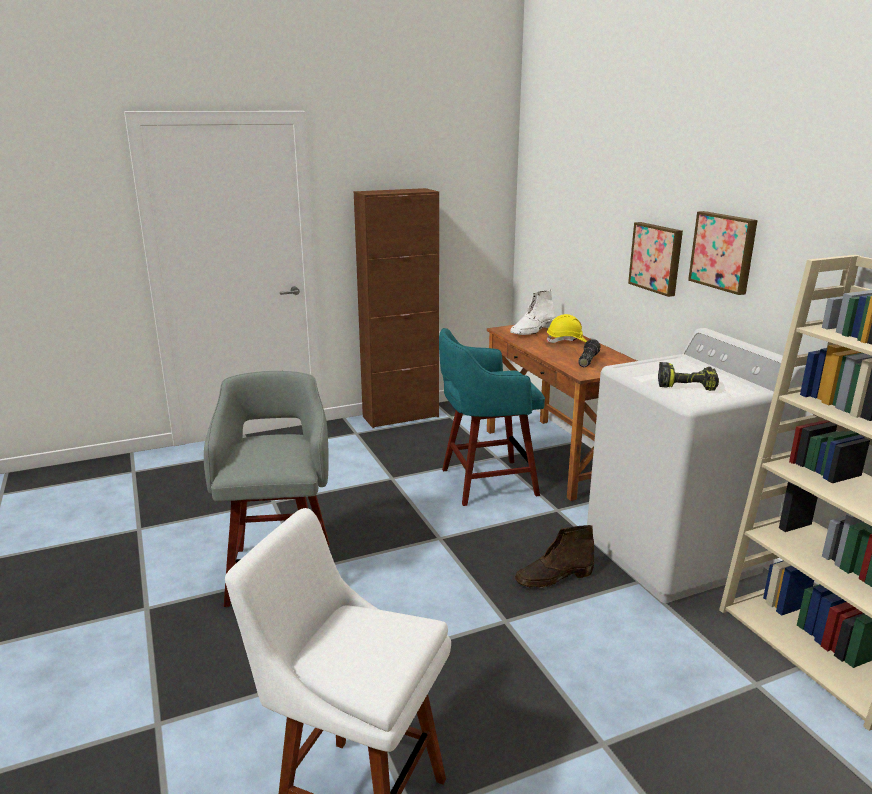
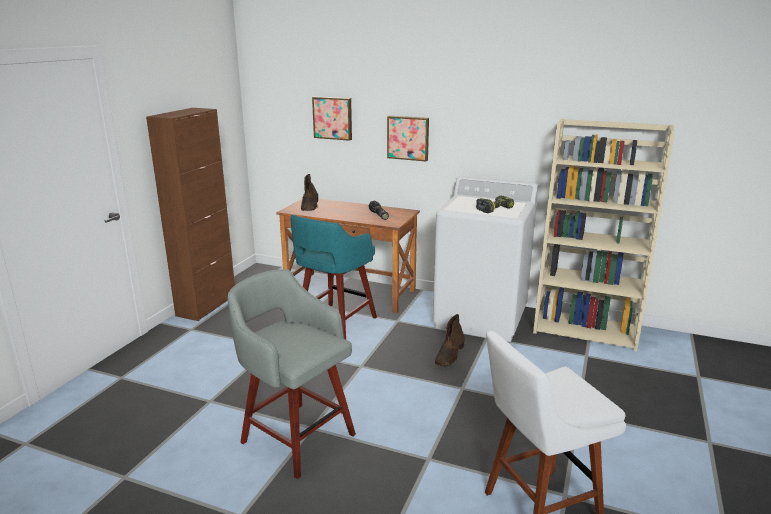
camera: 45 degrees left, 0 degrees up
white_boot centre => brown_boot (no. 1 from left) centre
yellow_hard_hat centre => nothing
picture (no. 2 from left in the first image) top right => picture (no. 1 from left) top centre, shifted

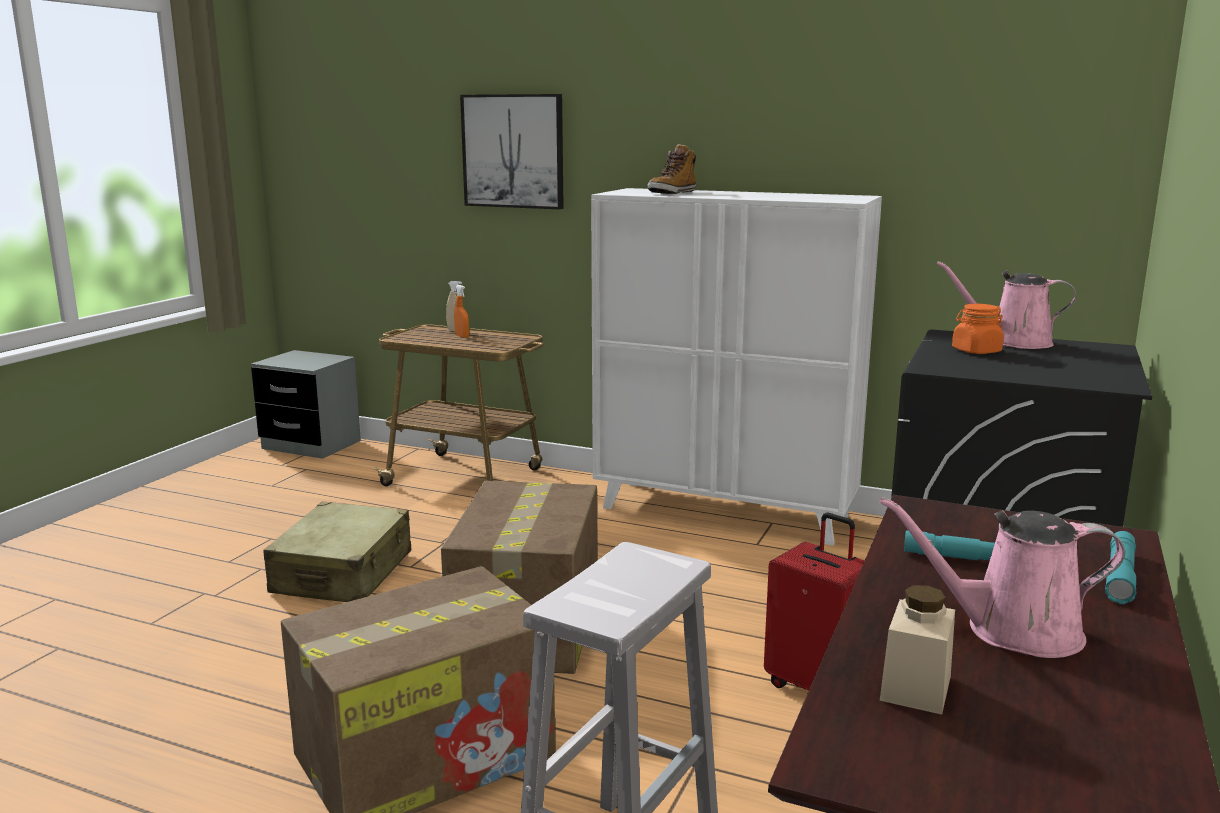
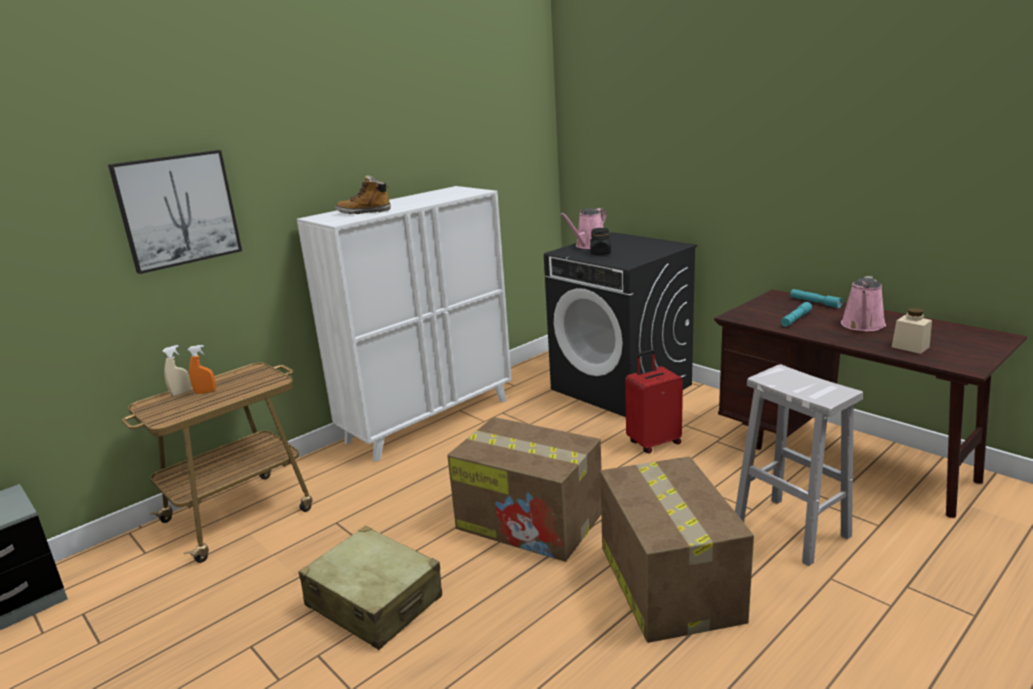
camera: 65 degrees left, 5 degrees up
boot top centre, 120 degrees clockwise
orange_jar middle right => black_jar centre

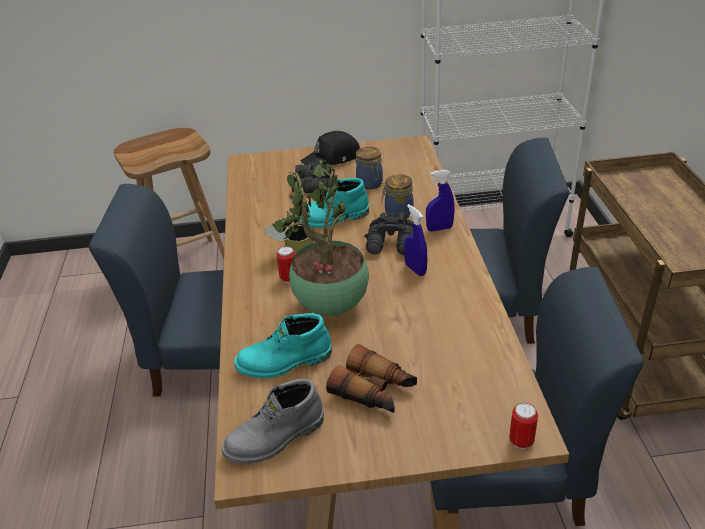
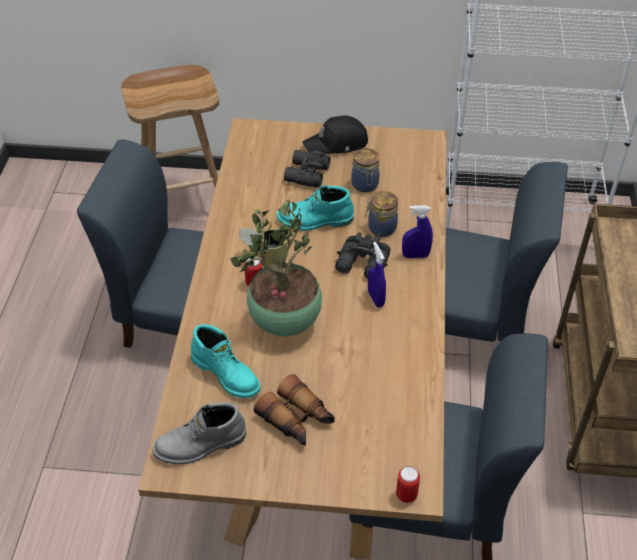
camera: 10 degrees right, 10 degrees up
turquoise_boot (no. 1 from left) centre, 135 degrees counterclockwise

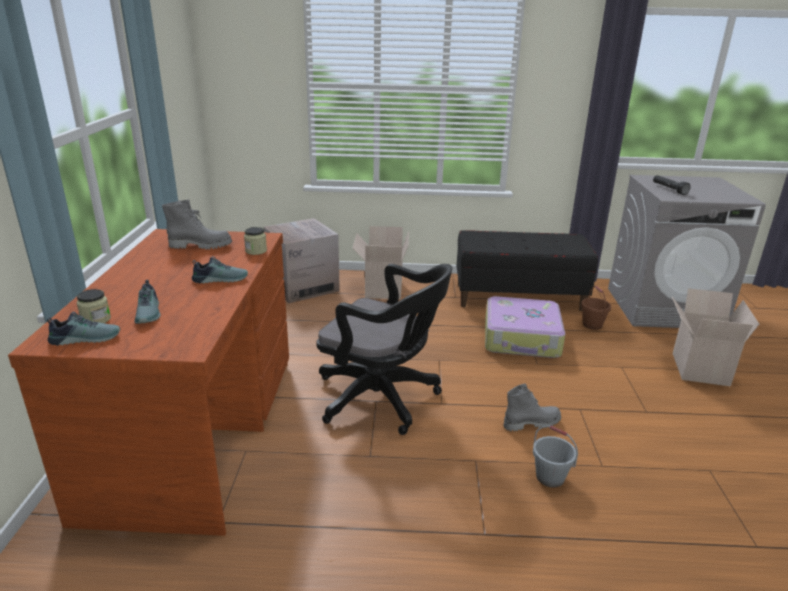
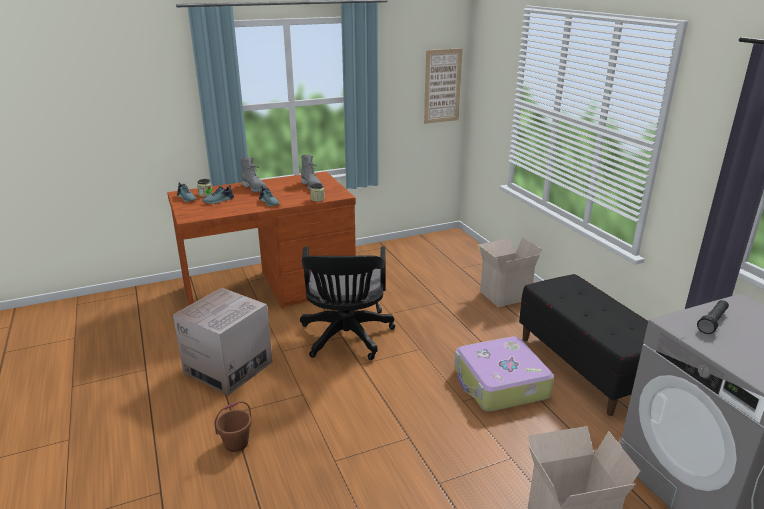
camera: 65 degrees right, 0 degrees up
cardboard_box (no. 1 from left) centre => cardboard_box (no. 1 from left) bottom left, shifted
grey_boot (no. 2 from left in the first image) bottom right => grey_boot (no. 1 from left) middle left, shifted
grey_bucket bottom right => nothing
brown_bucket middle right => brown_bucket bottom left, shifted
nothing => picture top centre

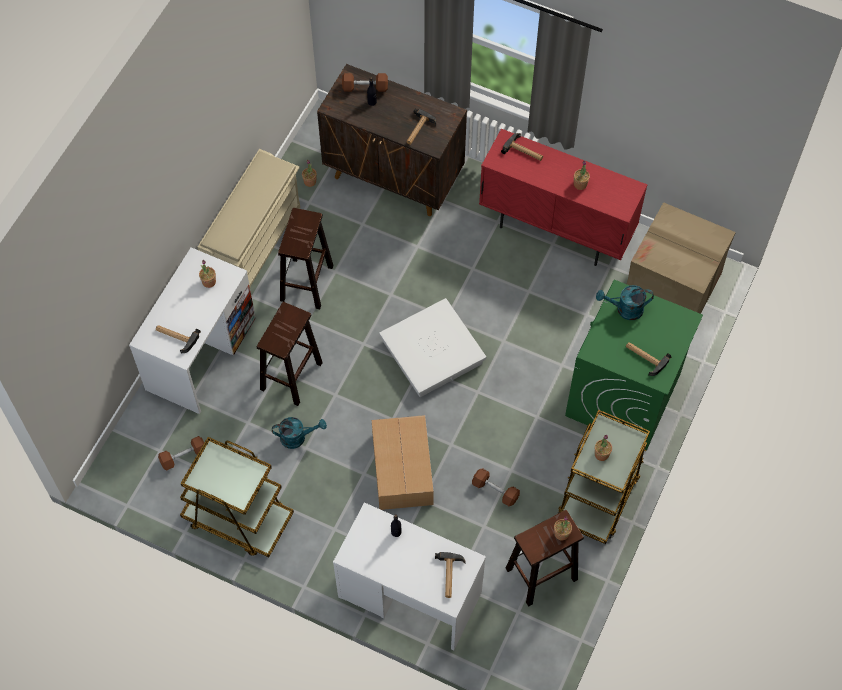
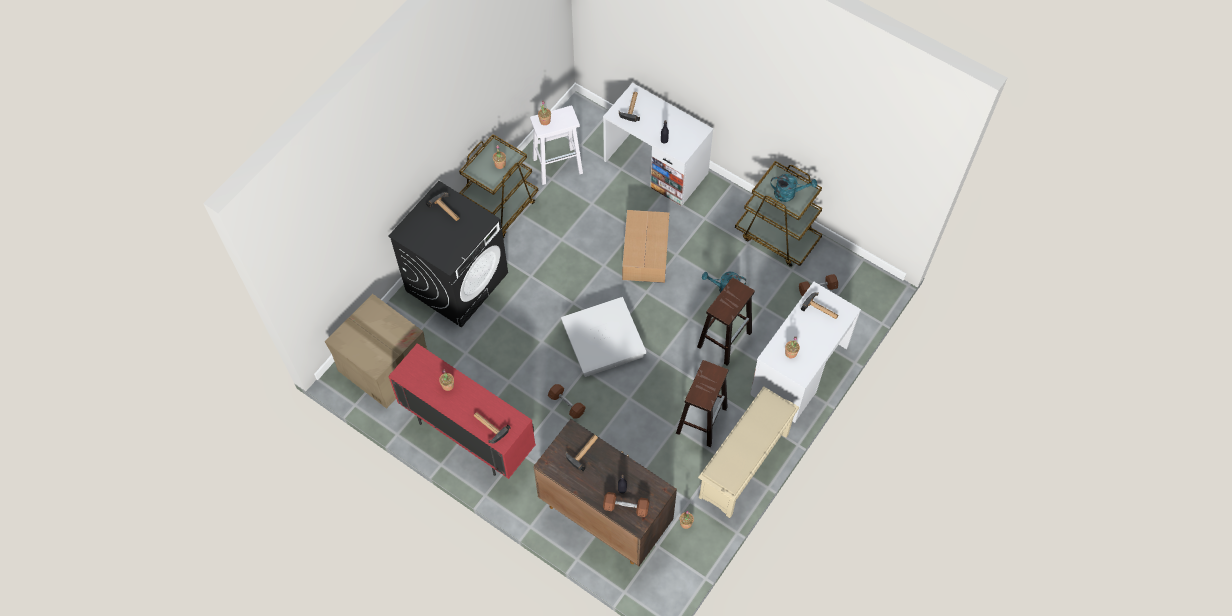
camera: 170 degrees left, 0 degrees up
brown_dumbbell (no. 3 from left in the first image) bottom centre => brown_dumbbell (no. 1 from left) centre, shifted
brown_stool (no. 3 from left) bottom centre => white_stool top centre
green_washing_machine middle right => black_washing_machine centre
turquoise_watering_can (no. 2 from left) middle right => turquoise_watering_can (no. 2 from left) top centre, shifted

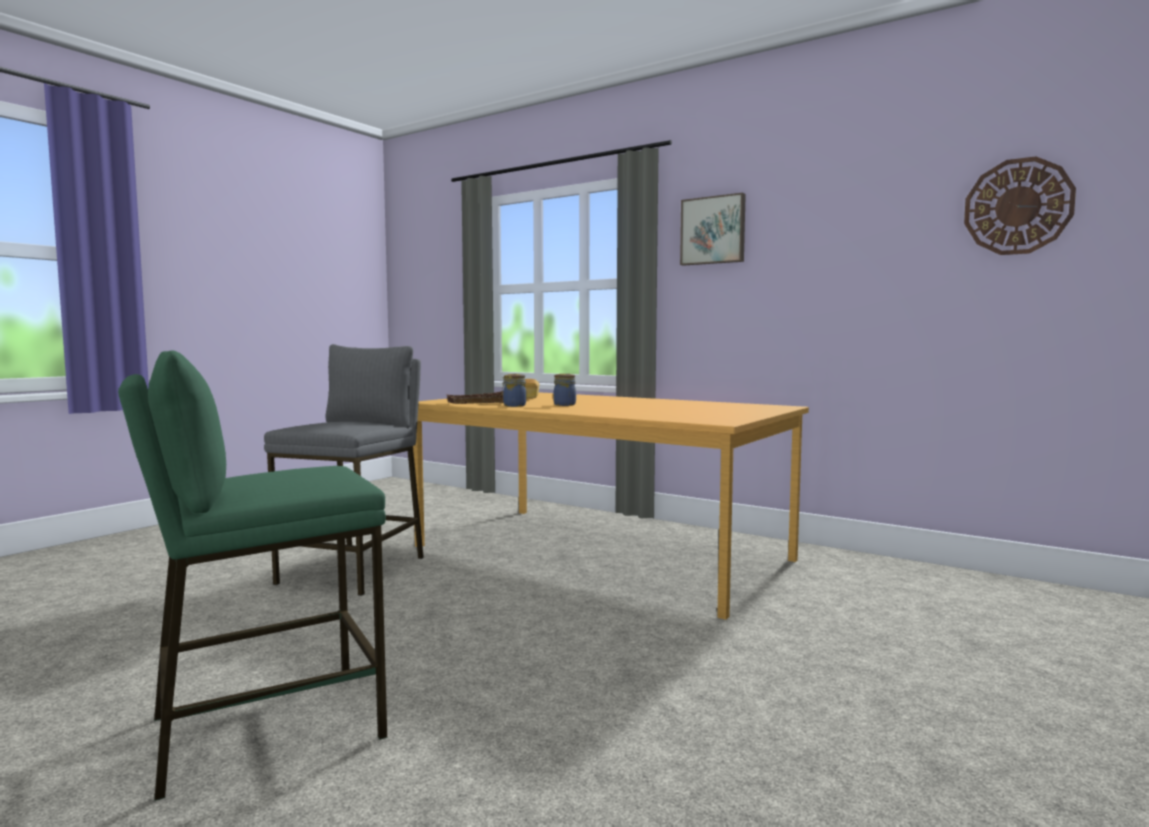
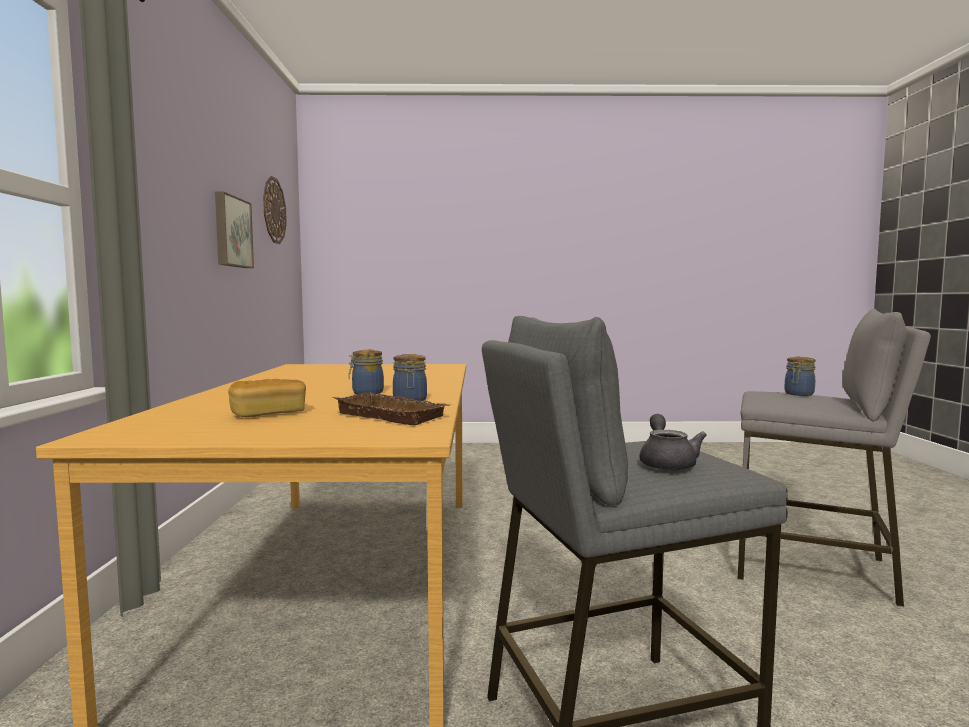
camera: 125 degrees left, 0 degrees up
green_stool bottom left => grey_stool (no. 2 from left) middle right
picture top centre => picture top left, shifted
nothing => grey_teapot middle right
nothing => jar (no. 3 from left) middle right

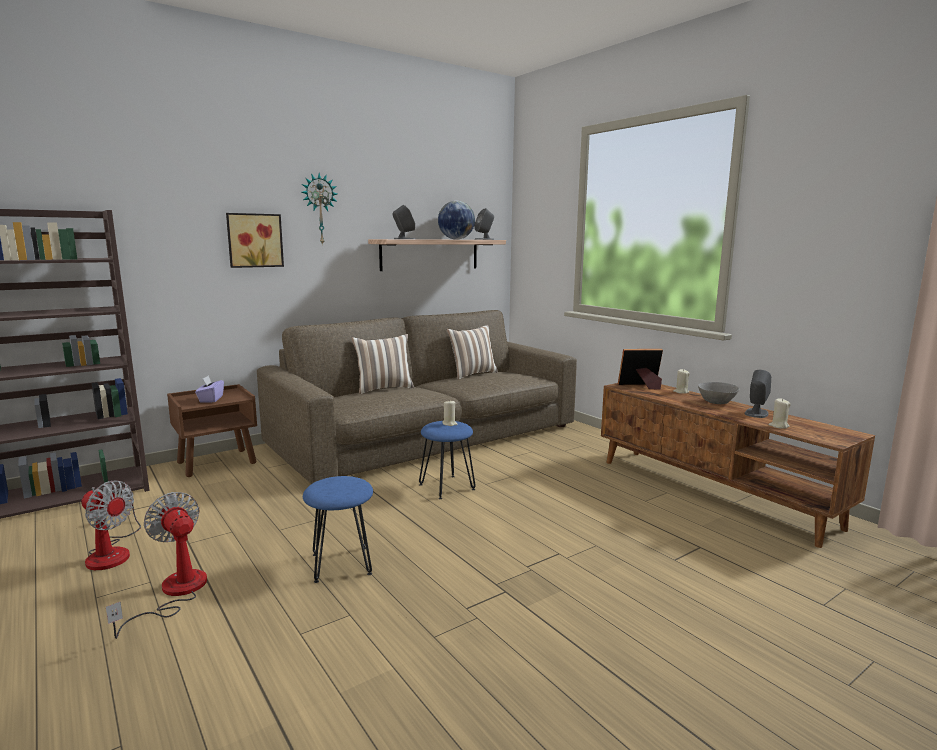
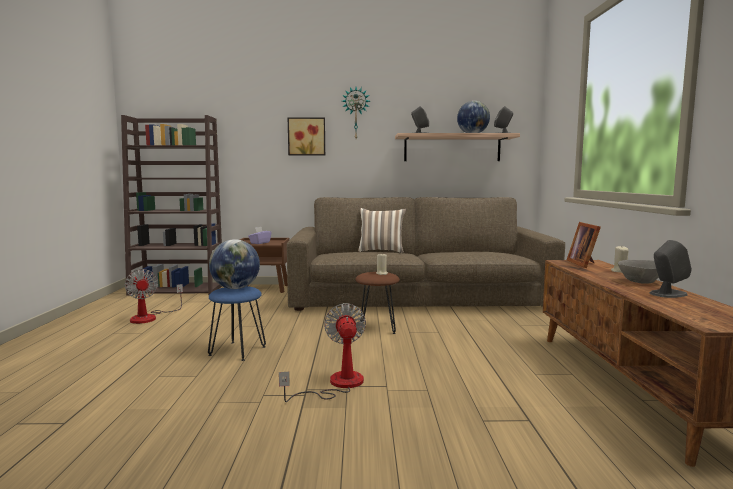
camera: 35 degrees right, 5 degrees down
fan (no. 2 from left) bottom left => fan (no. 2 from left) bottom centre, shifted
blue_stool (no. 2 from left) centre => brown_stool centre
pillow (no. 2 from left) centre => nothing
picture_frame middle right, 120 degrees counterclockwise
beige_candle (no. 3 from left) middle right => nothing
nothing => globe (no. 1 from left) middle left

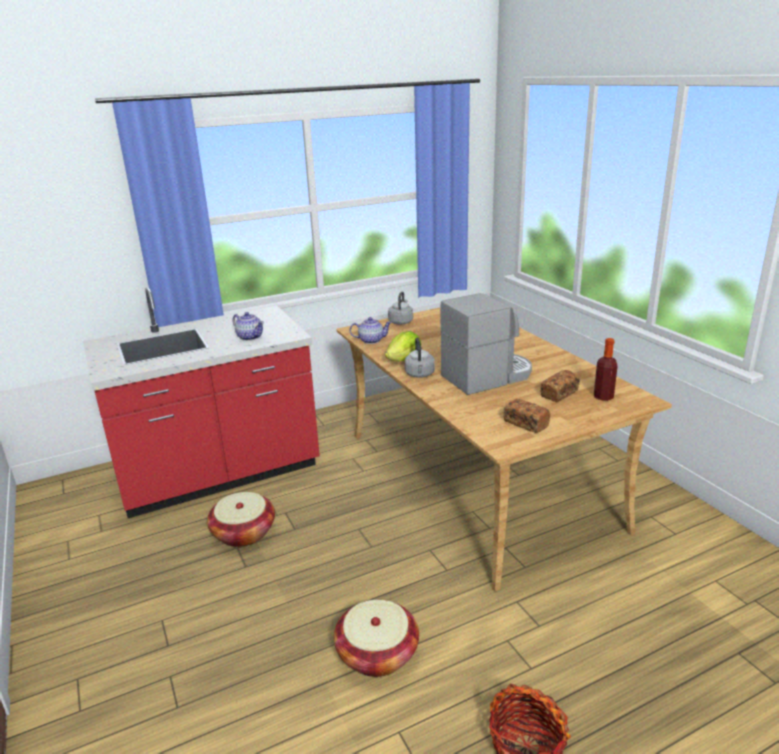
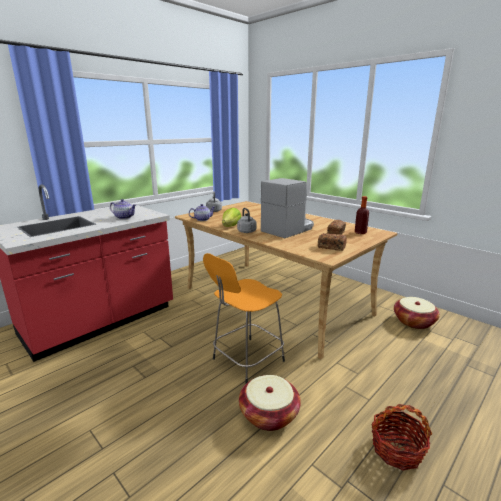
camera: 20 degrees left, 5 degrees down
basket (no. 1 from left in the first image) bottom left => basket (no. 3 from left) middle right, shifted
nothing => orange_stool centre

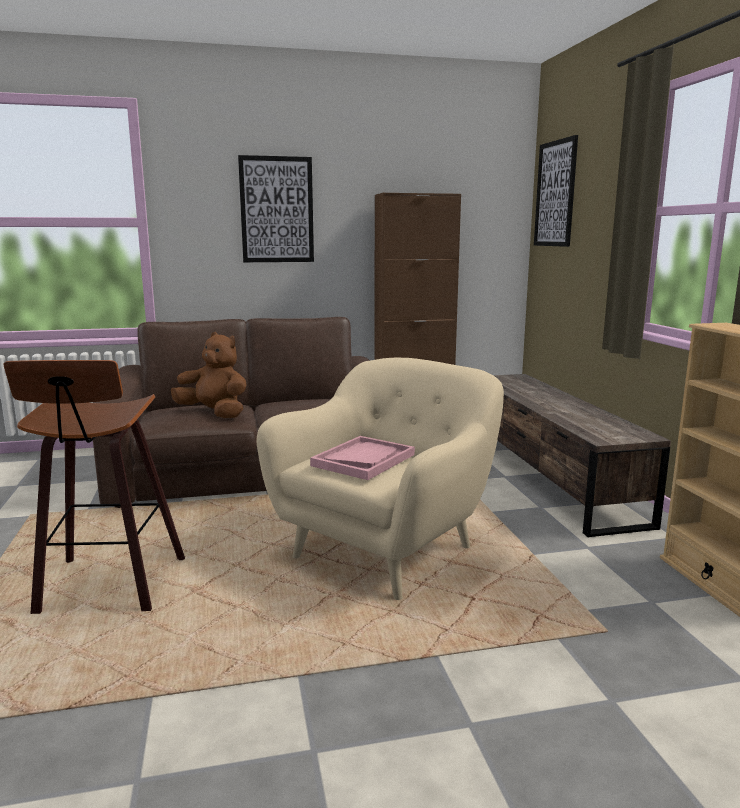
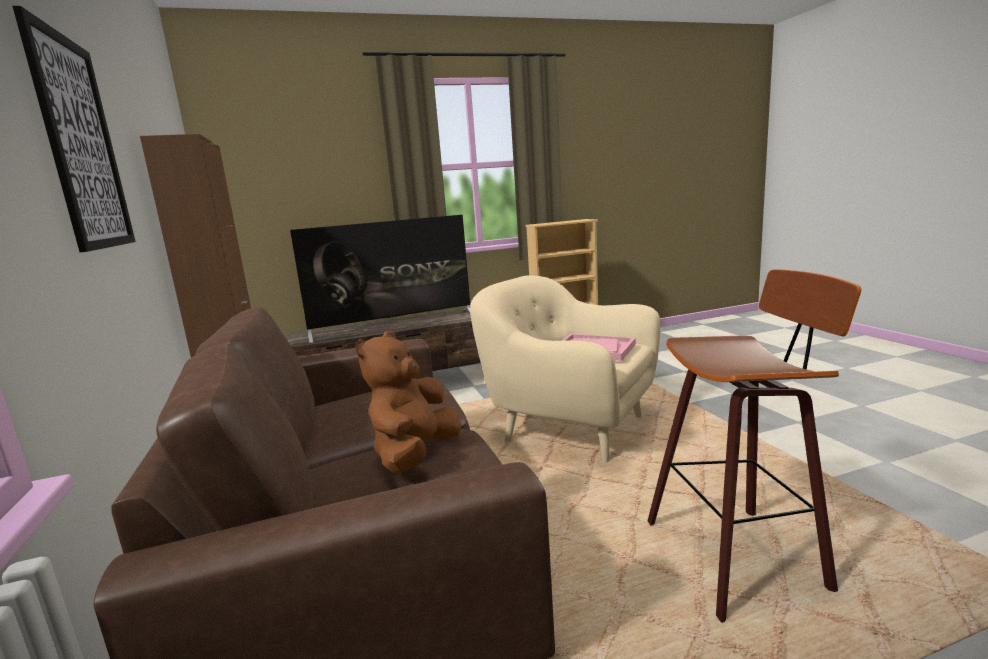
camera: 95 degrees left, 0 degrees up
picture (no. 2 from left) top right => nothing
nothing => television centre

